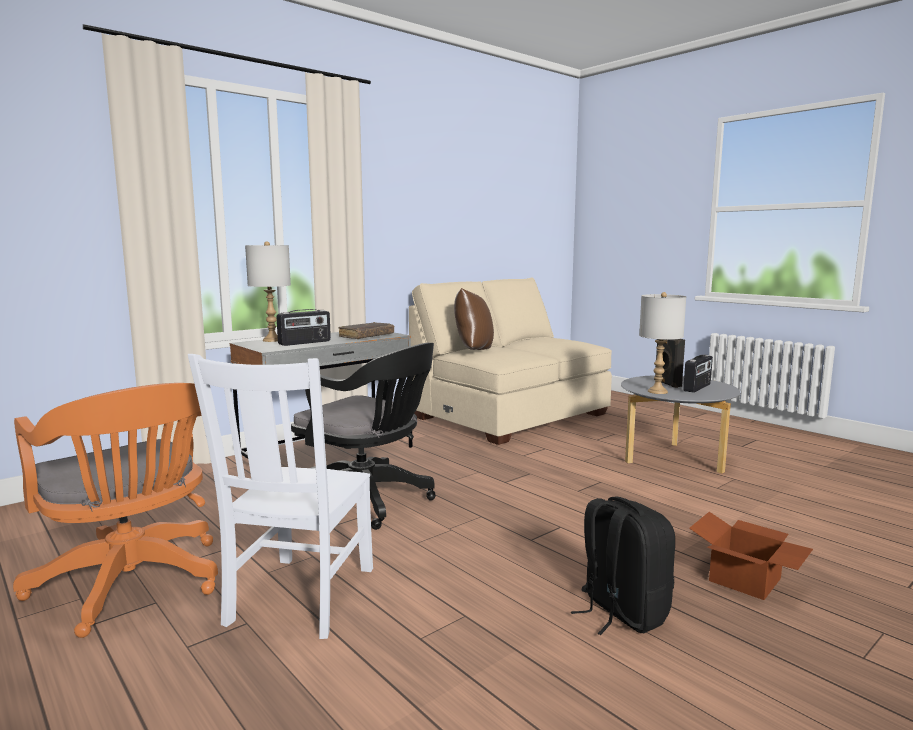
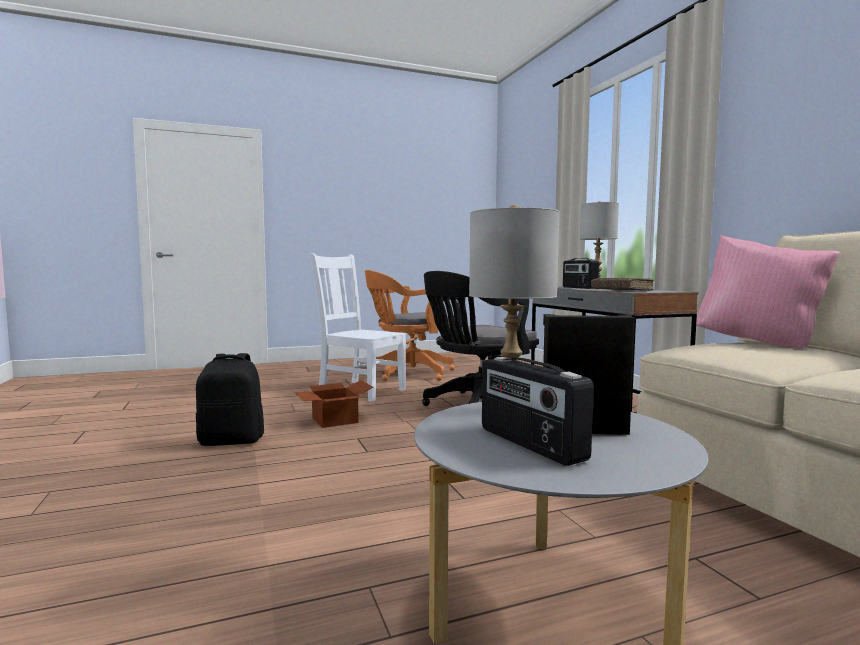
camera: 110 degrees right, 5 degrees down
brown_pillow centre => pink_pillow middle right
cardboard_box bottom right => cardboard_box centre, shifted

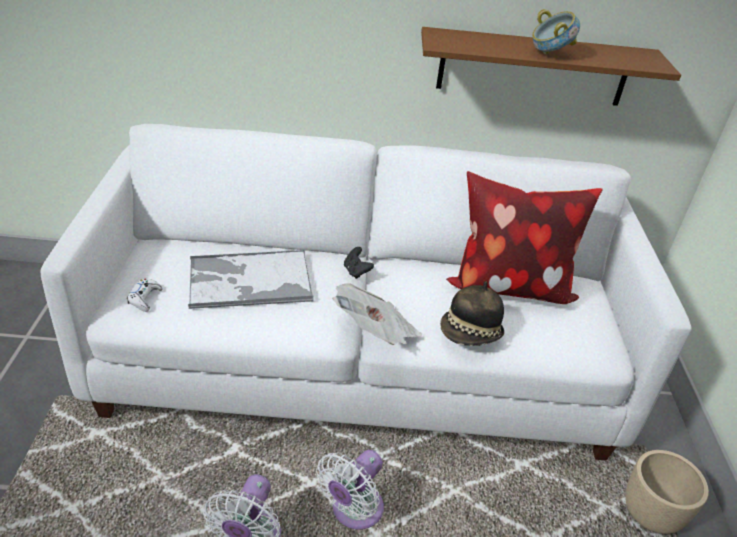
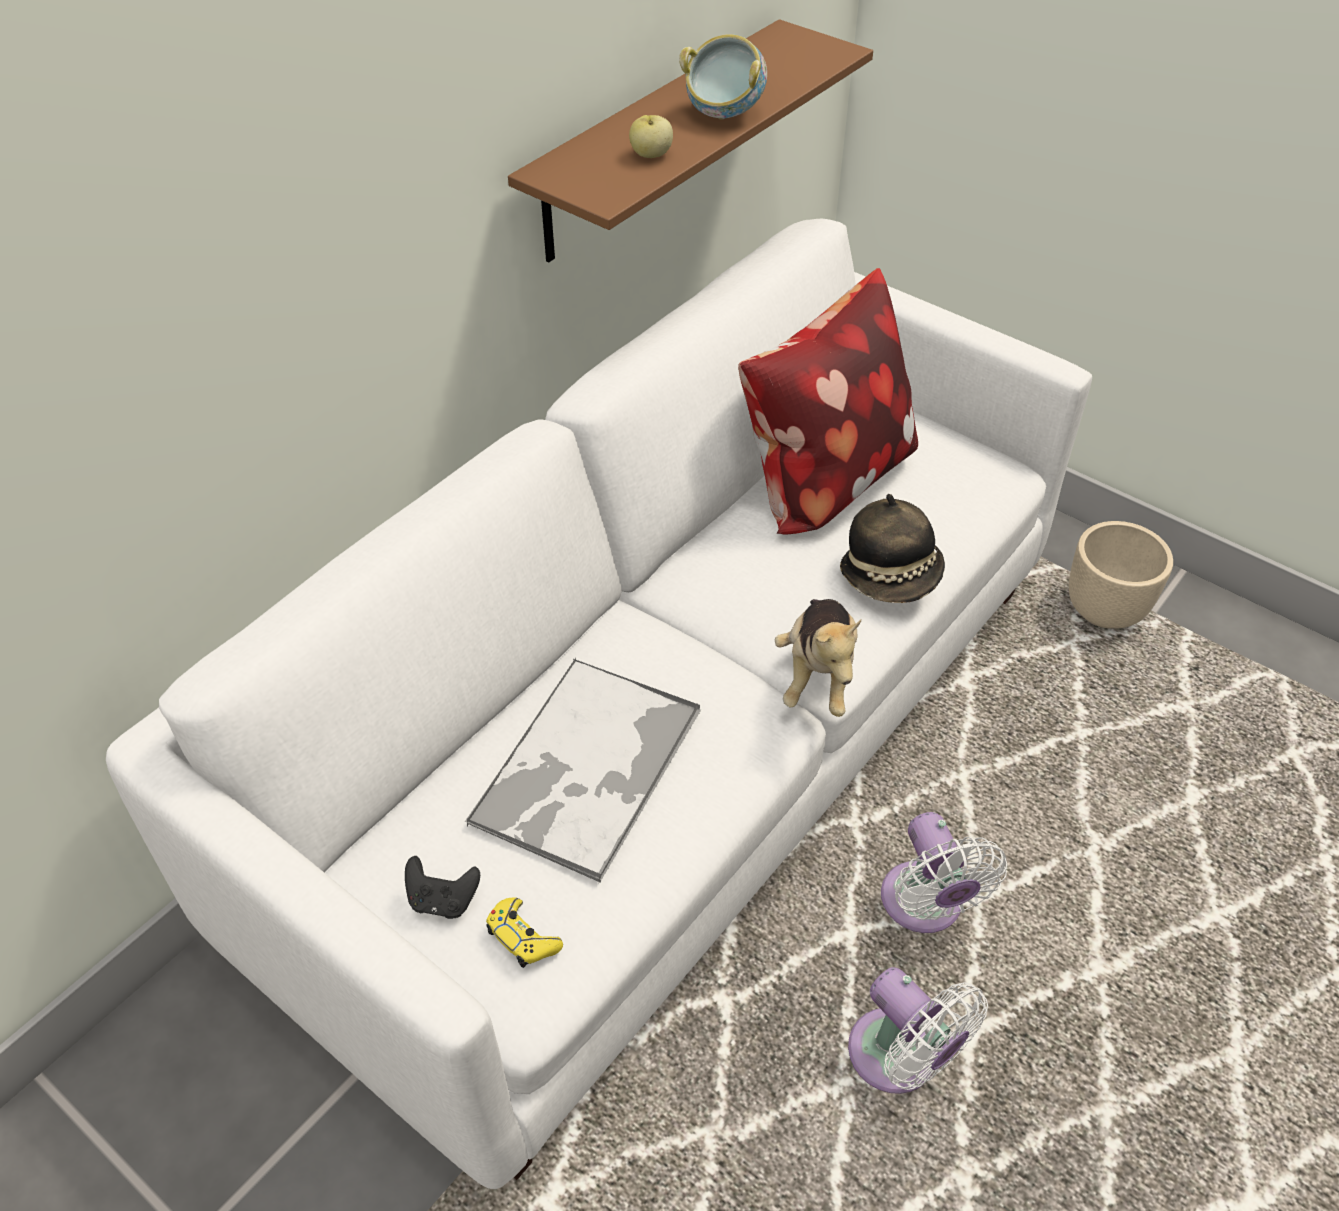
camera: 50 degrees left, 10 degrees up
white_game_controller middle left => yellow_game_controller bottom centre
newspaper centre => plush_toy centre
black_game_controller centre => black_game_controller bottom left, shifted
nothing => apple top centre

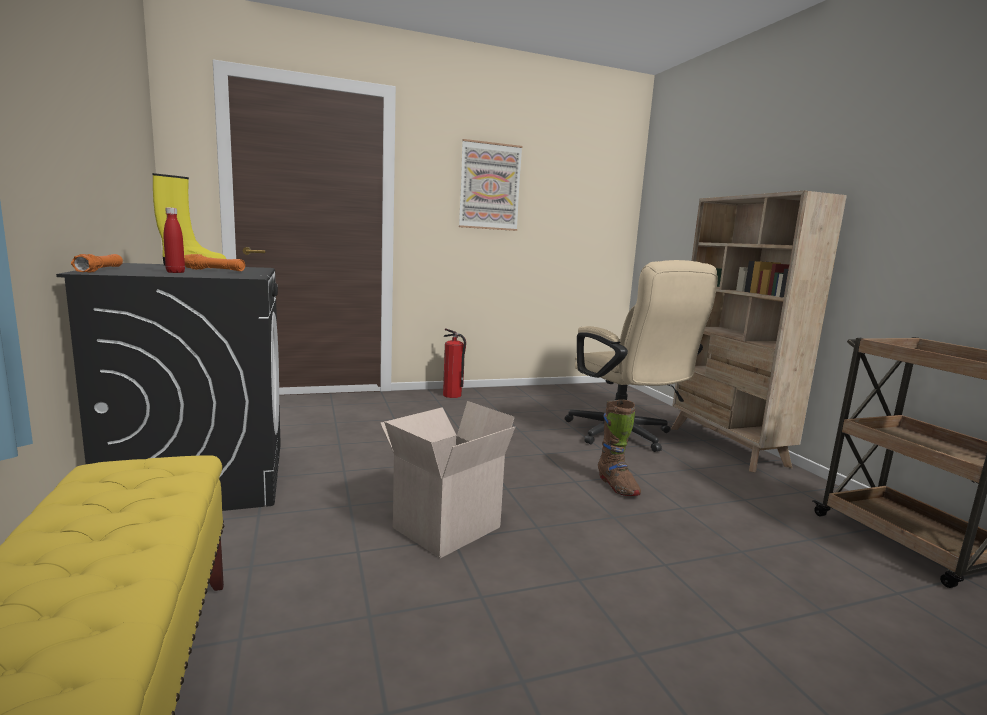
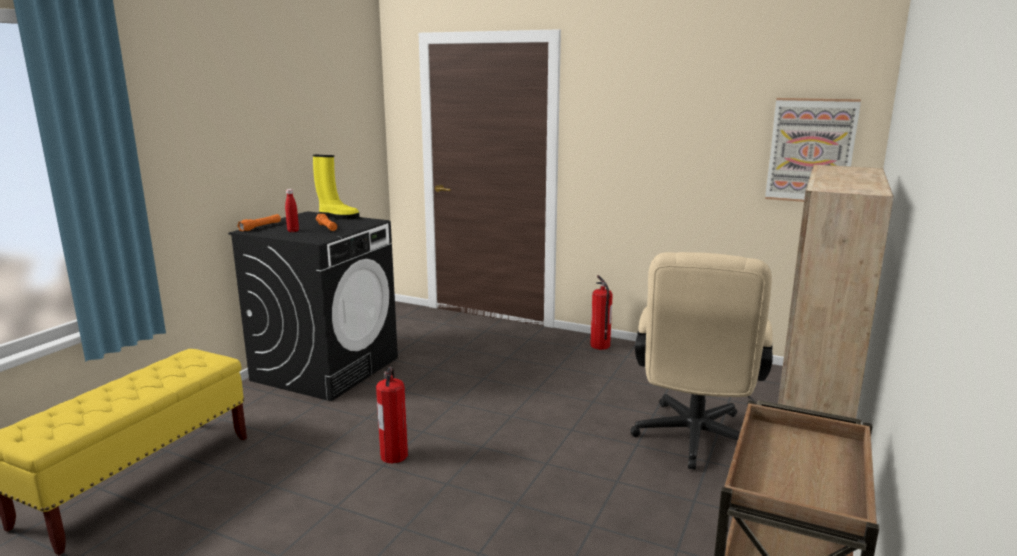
camera: 45 degrees right, 5 degrees up
cardboard_box bottom centre => fire_extinguisher (no. 1 from left) bottom centre
picture top centre => picture top right, shifted
brown_boot centre => nothing

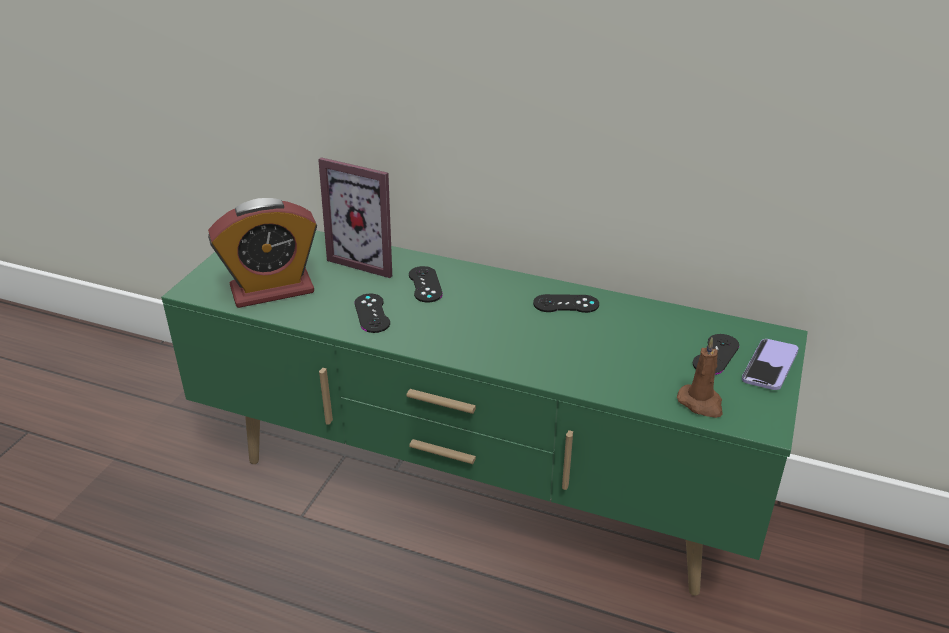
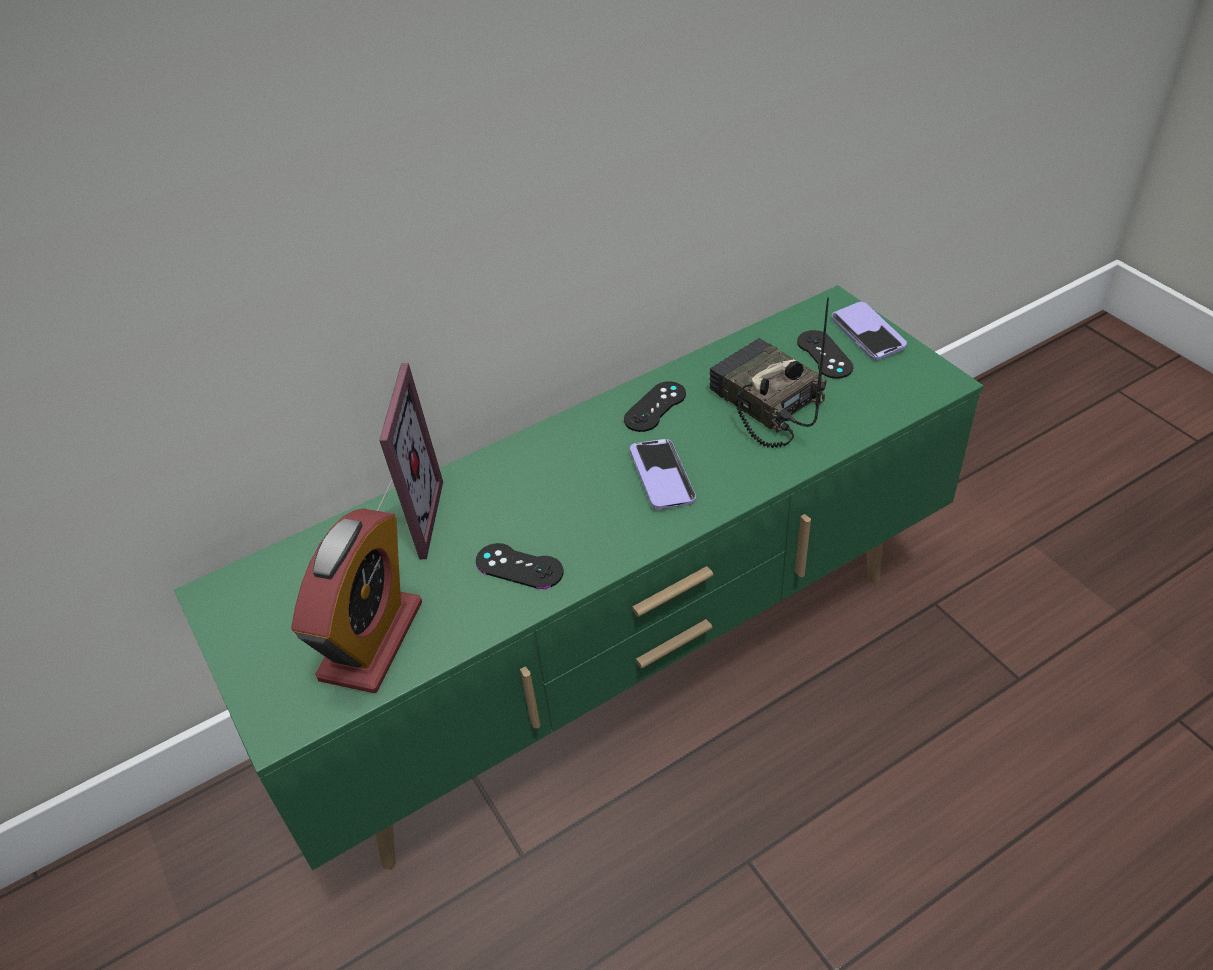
camera: 50 degrees left, 10 degrees up
picture_frame centre, 60 degrees counterclockwise
black_game_controller (no. 2 from left) centre => nothing
brown_candle middle right => nothing
nothing => phone (no. 1 from left) centre
nothing => radio centre

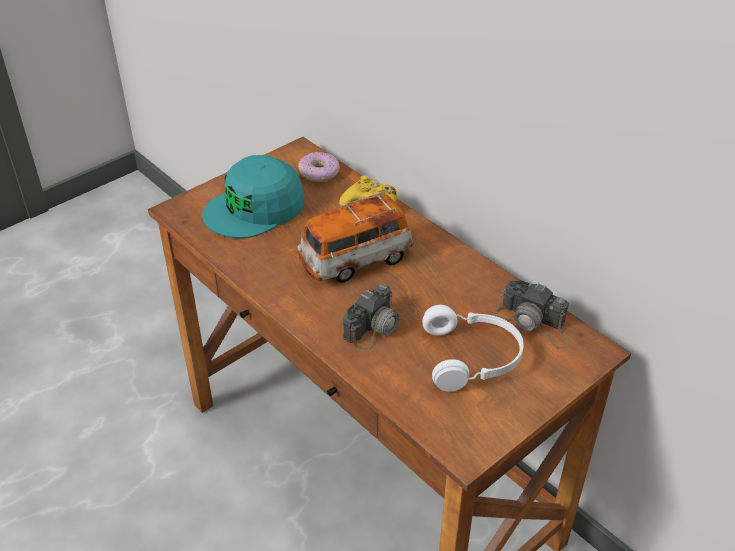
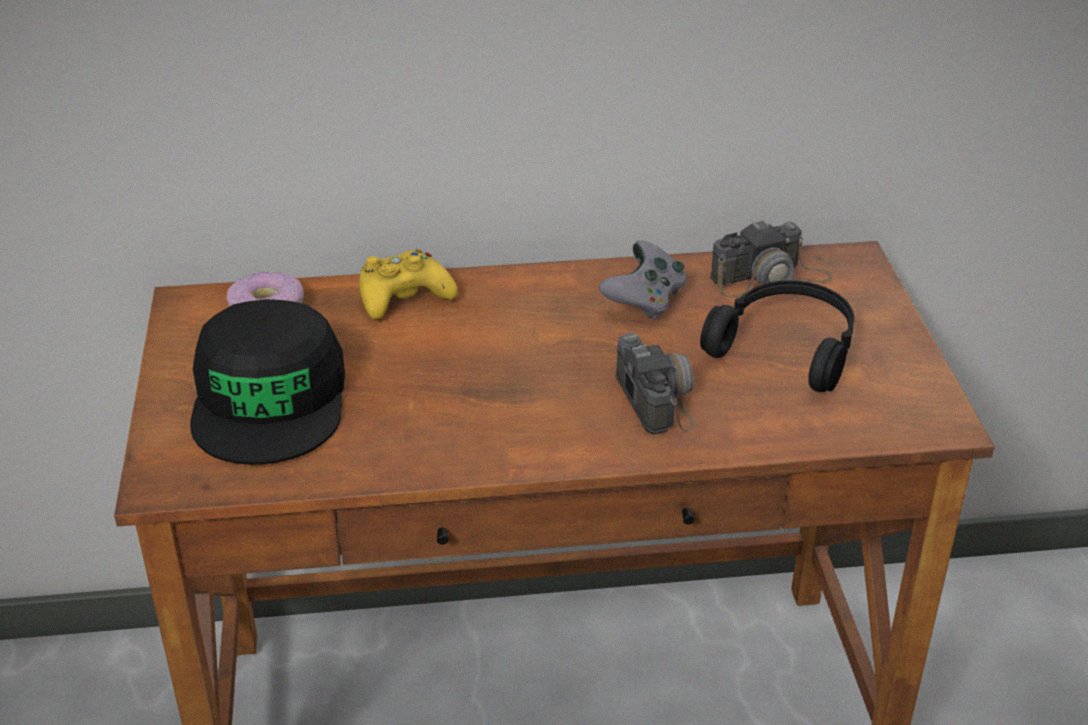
camera: 55 degrees left, 5 degrees down
turquoise_cap centre => black_cap middle left
toy_car centre => nothing
white_headphones centre => black_headphones middle right
nothing => grey_game_controller centre

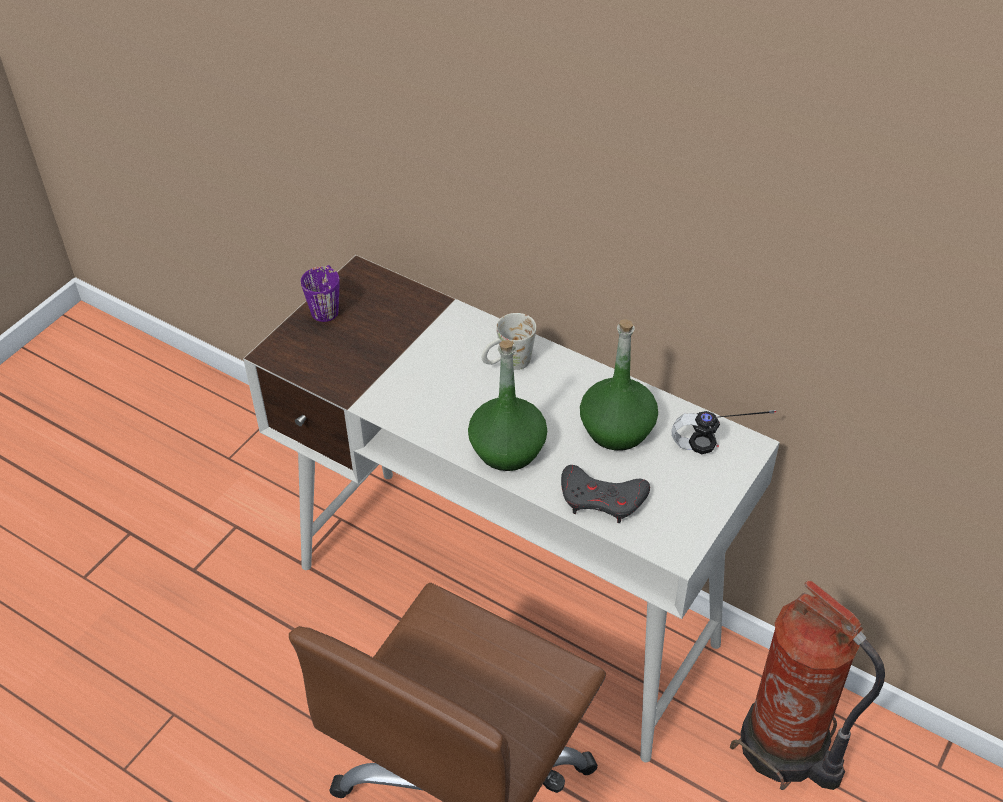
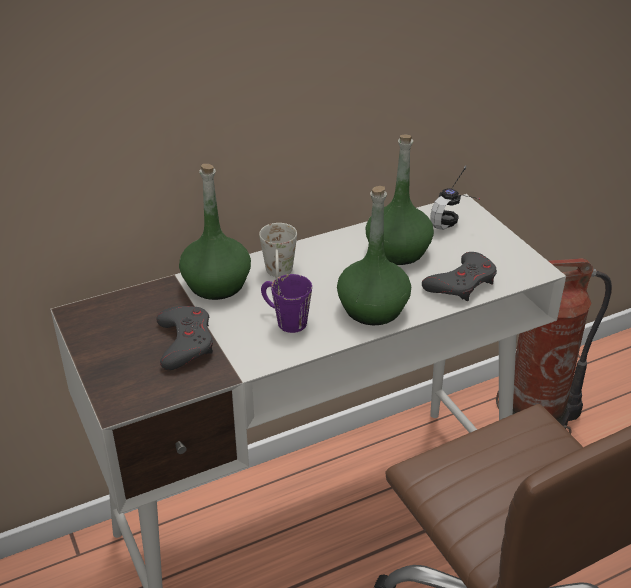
camera: 60 degrees left, 10 degrees down
purple_mug middle left => purple_mug centre, shifted
nothing => grey_game_controller (no. 1 from left) middle left
nothing => green_bottle (no. 1 from left) centre

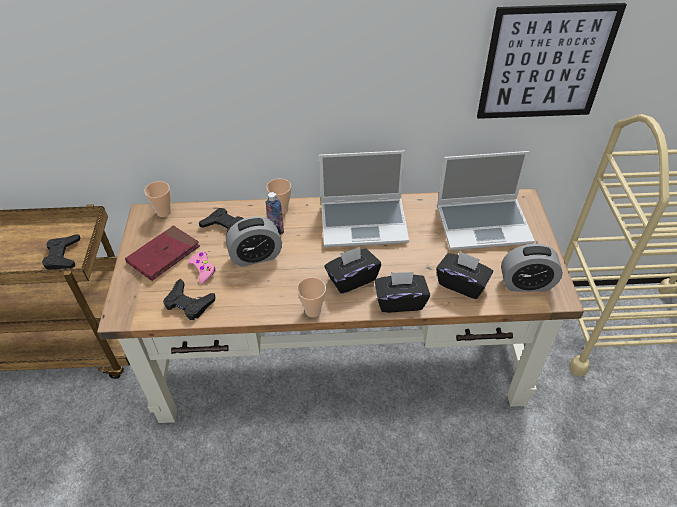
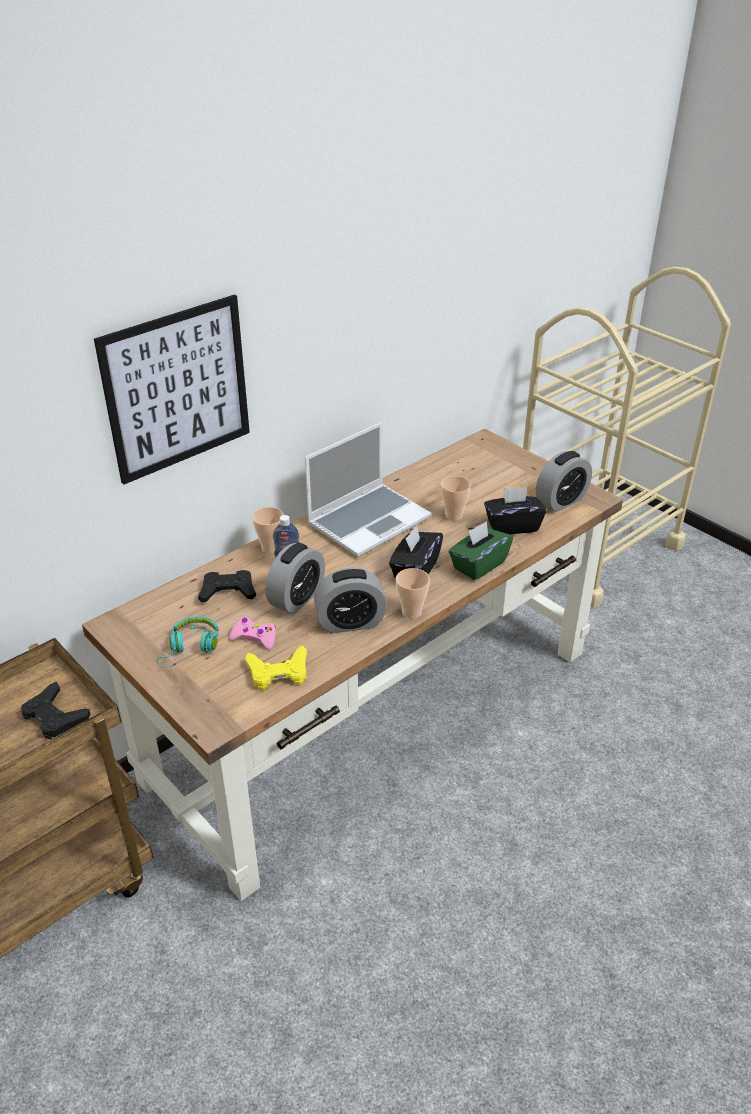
camera: 40 degrees left, 10 degrees down
red_book middle left => turquoise_headphones middle left
cup (no. 1 from left in the first image) middle left => cup (no. 3 from left) centre, shifted
black_game_controller (no. 2 from left) middle left => yellow_game_controller centre
black_tissue_box (no. 2 from left) centre => green_tissue_box centre
laptop (no. 2 from left) middle right => nothing
picture top right => picture middle left, shifted
nothing => alarm_clock (no. 2 from left) centre

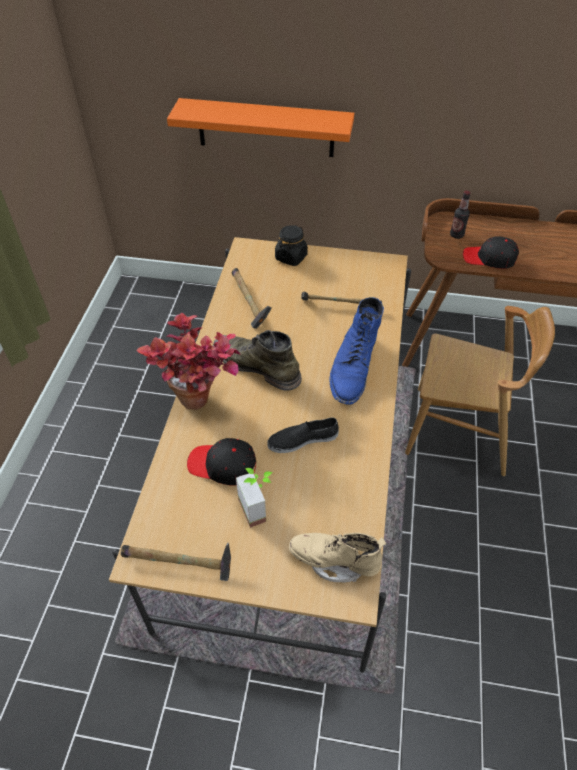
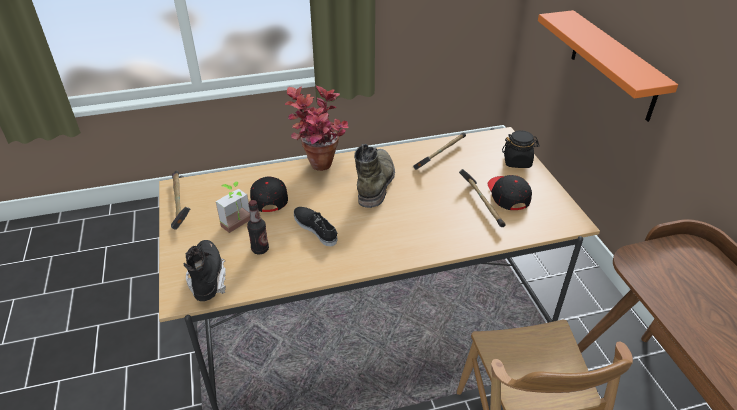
camera: 65 degrees right, 10 degrees down
beige_boot bottom centre => black_boot middle left
blue_boot centre => nothing
bottle top right => bottle centre, shifted
black_cap (no. 2 from left) top right => black_cap (no. 2 from left) middle right, shifted

